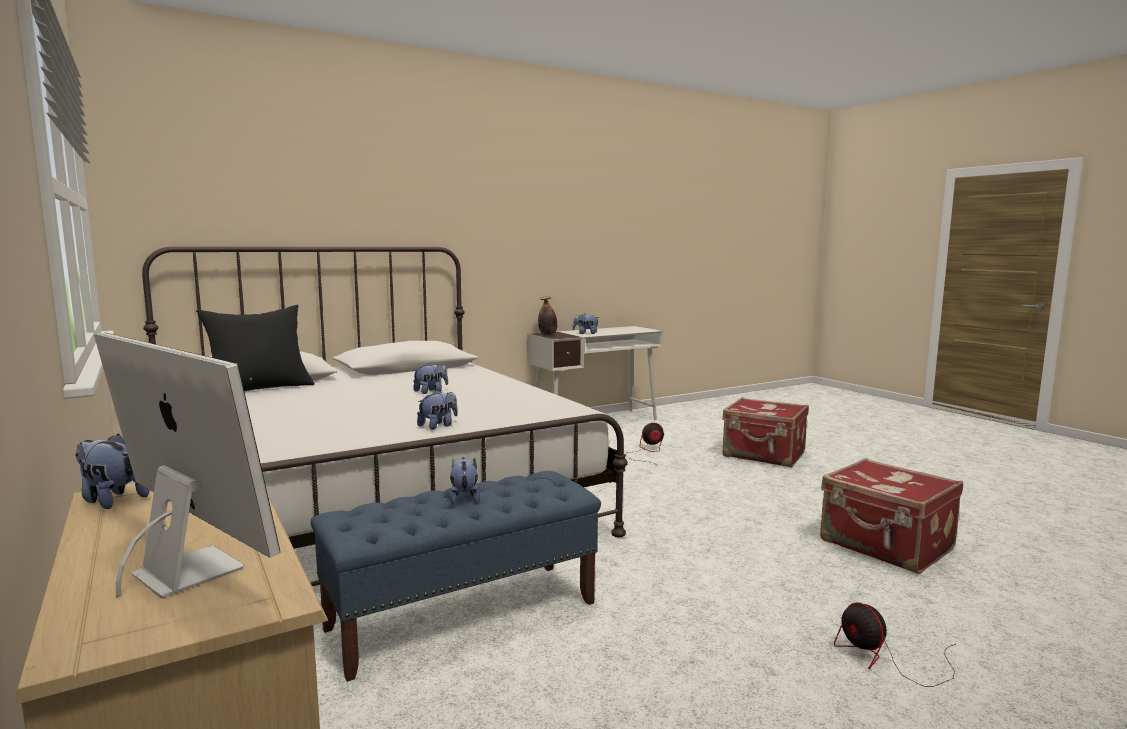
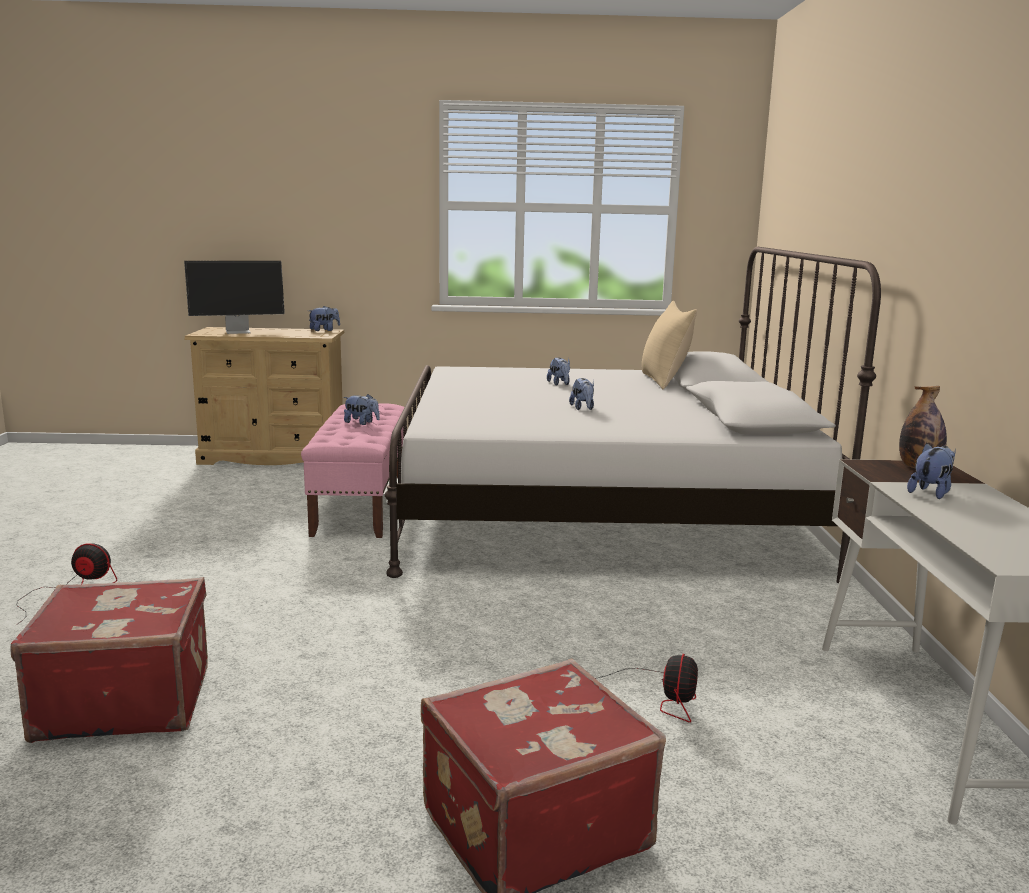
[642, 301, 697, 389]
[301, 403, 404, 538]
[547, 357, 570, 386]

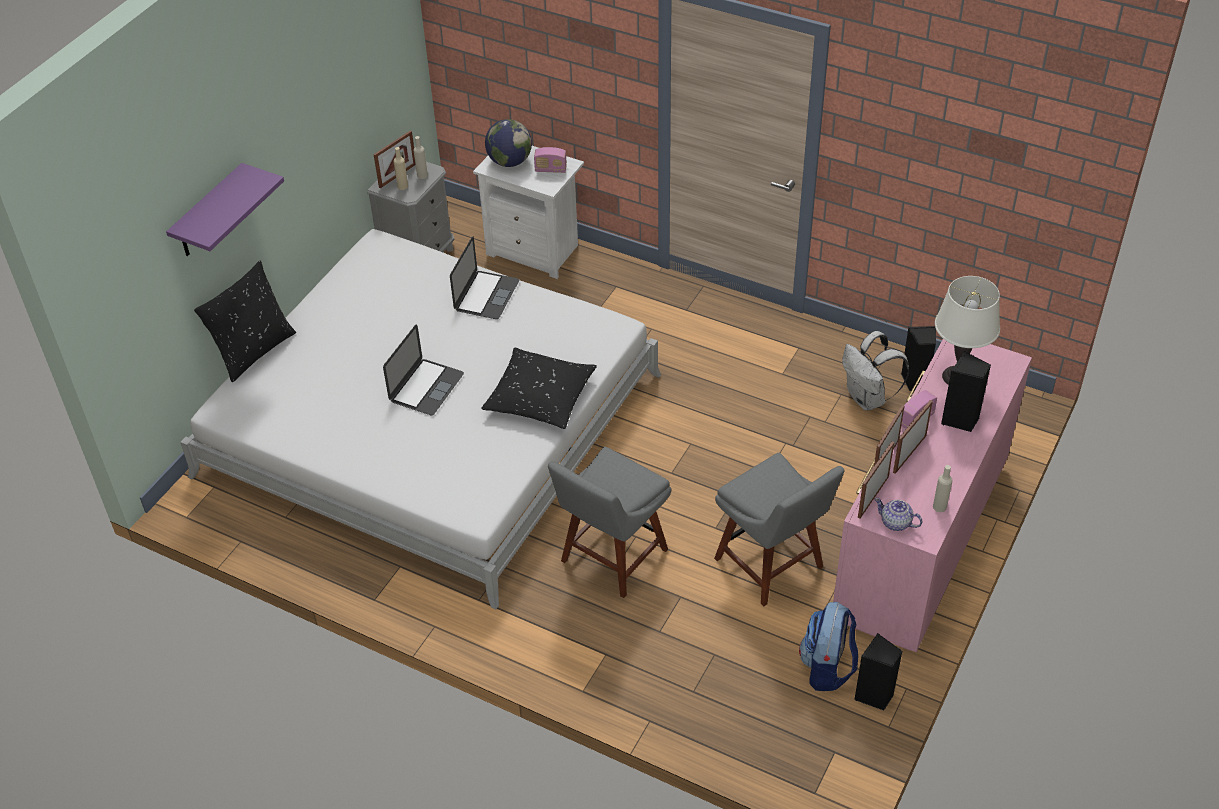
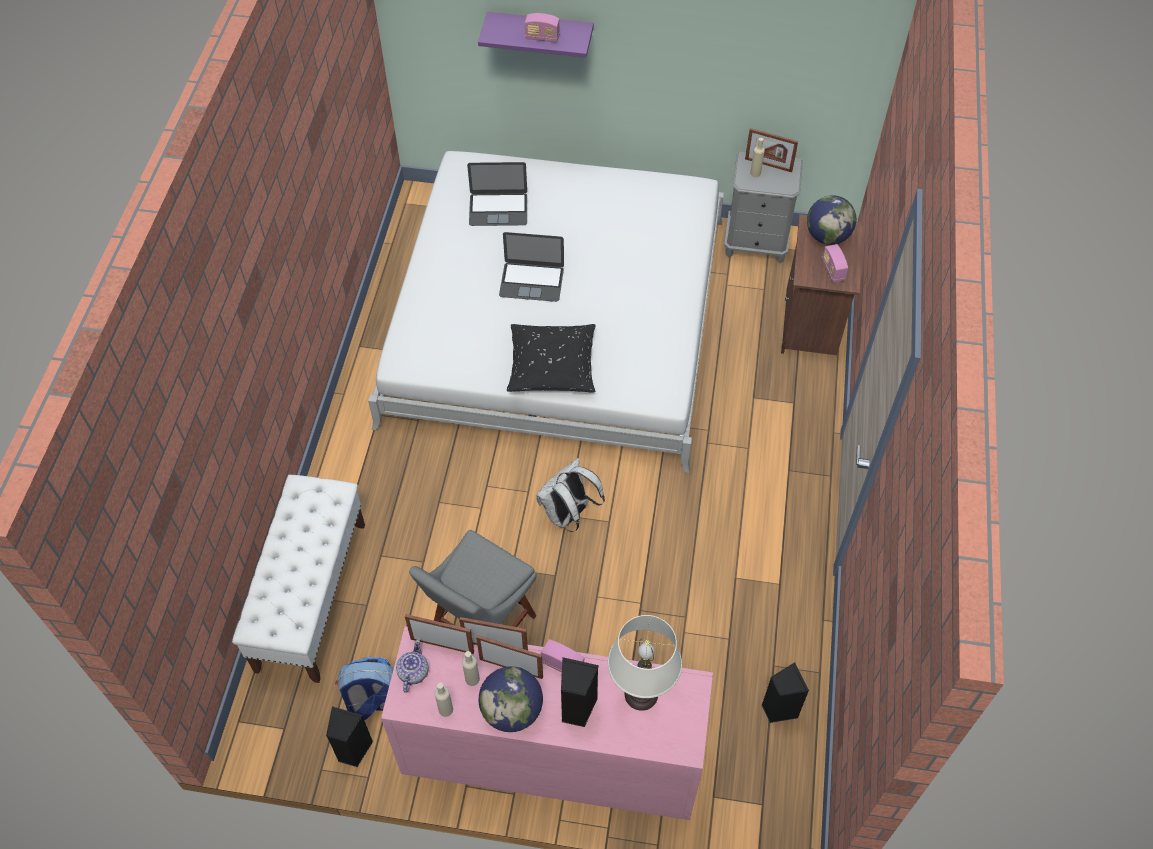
[194, 261, 296, 382] (first image)
[462, 651, 480, 686]
[467, 162, 527, 226]
[781, 214, 863, 355]
[548, 447, 671, 598] (first image)
[536, 458, 605, 532]
[232, 475, 365, 683]
[478, 666, 543, 732]
[525, 13, 560, 43]

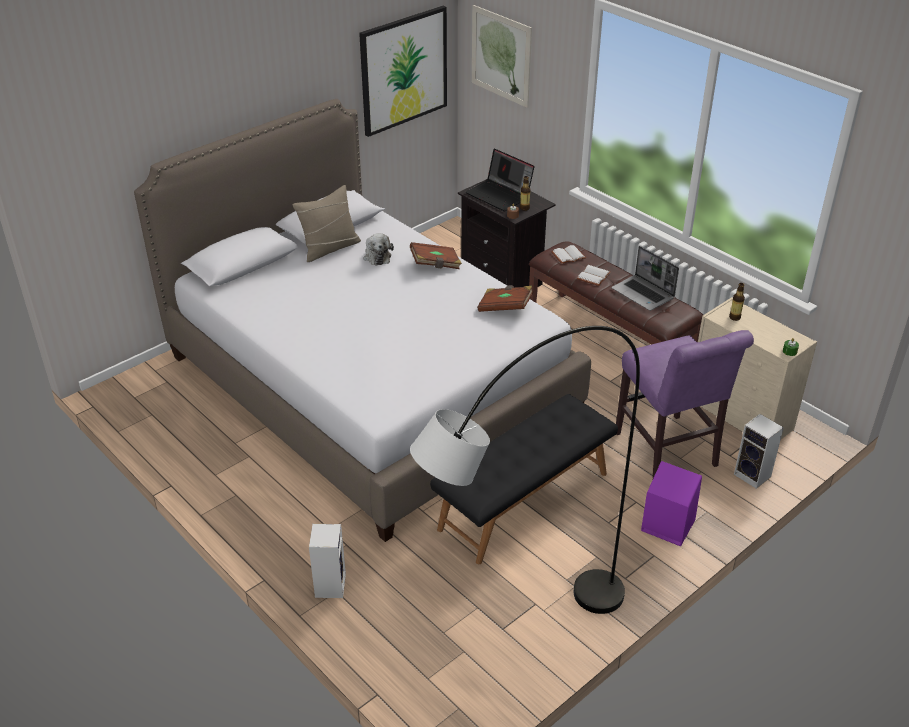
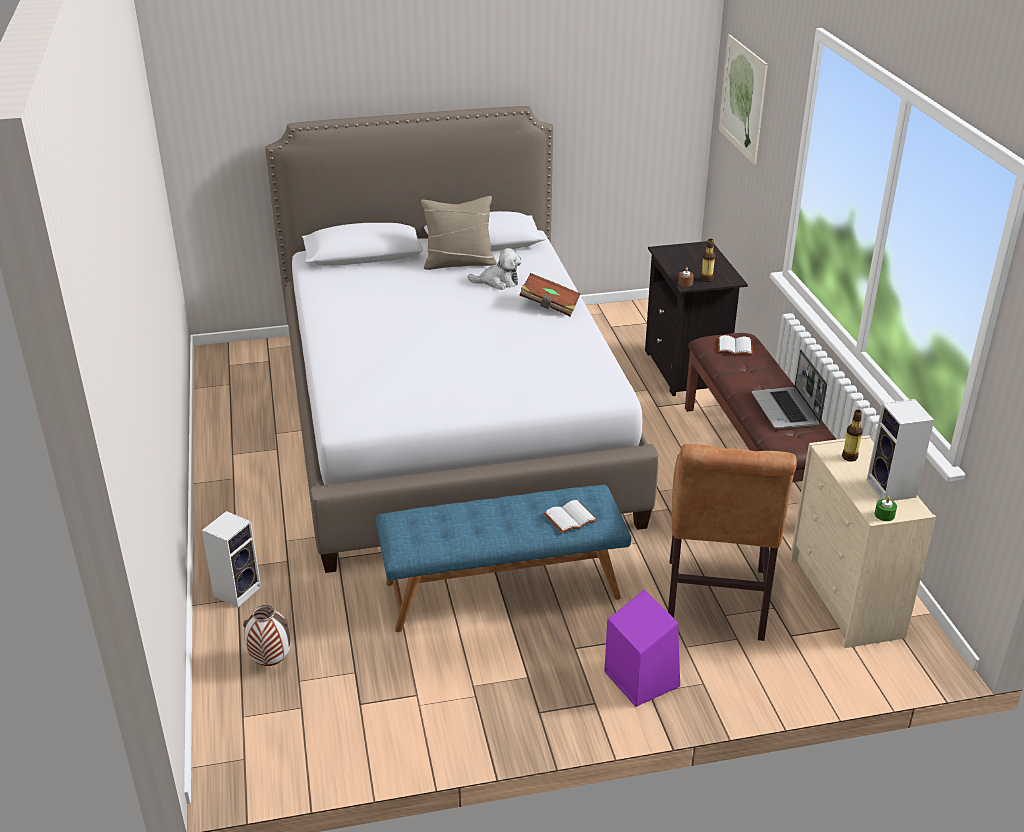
[359, 6, 447, 137] (first image)
[468, 248, 522, 290]
[410, 326, 640, 614] (first image)
[376, 485, 631, 632]
[466, 149, 535, 211] (first image)
[477, 285, 534, 312] (first image)
[543, 500, 598, 534]
[668, 444, 797, 641]
[867, 399, 934, 501]
[243, 605, 291, 666]

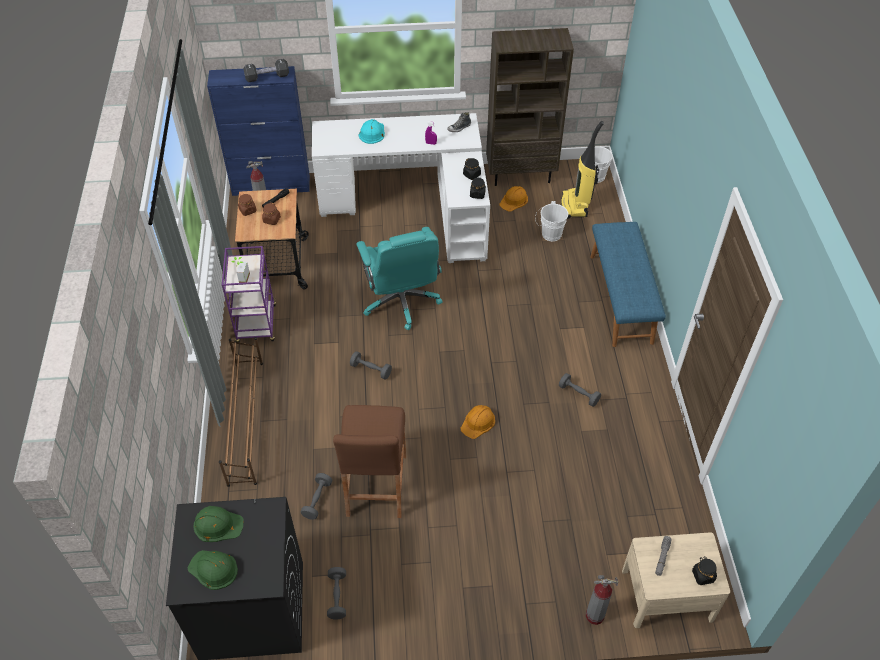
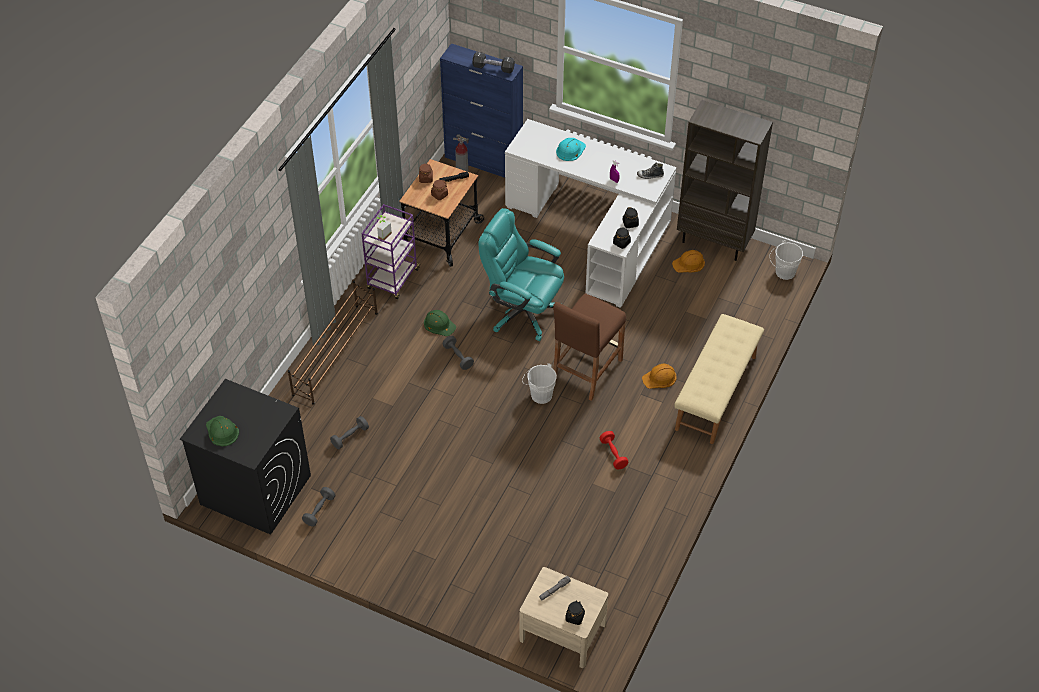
[424, 310, 456, 336]
[553, 294, 626, 401]
[478, 208, 564, 341]
[642, 364, 677, 389]
[522, 363, 557, 404]
[600, 431, 629, 469]
[561, 121, 604, 219] (first image)
[586, 575, 619, 625] (first image)
[674, 314, 764, 444]

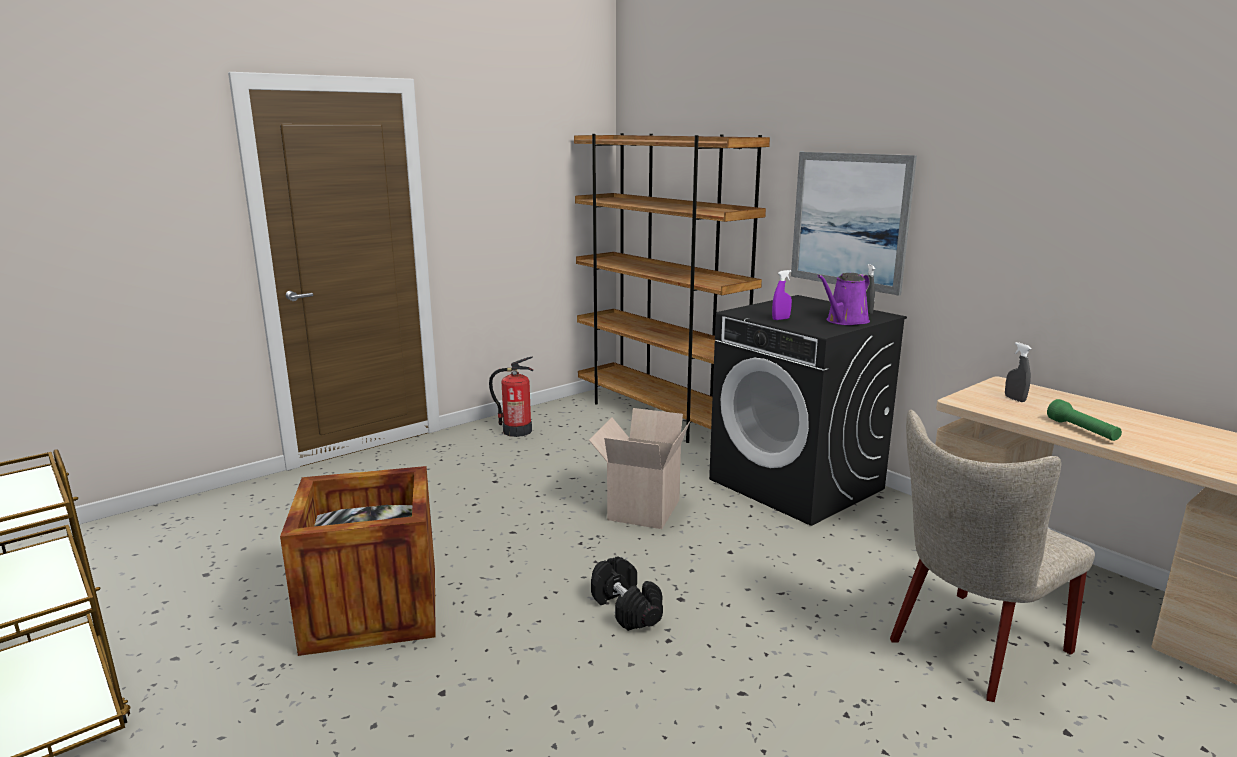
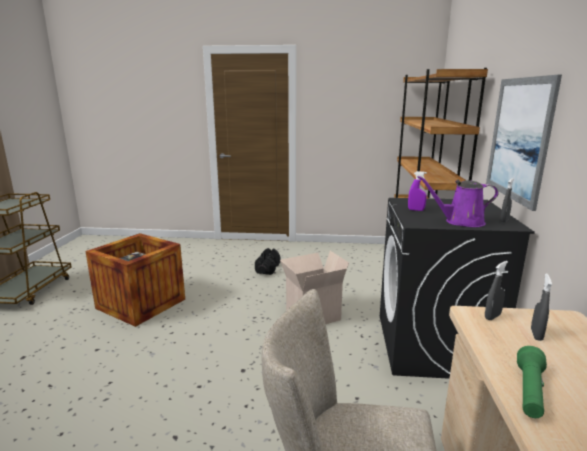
[489, 356, 533, 437] (first image)
[255, 248, 280, 275]
[485, 261, 508, 320]

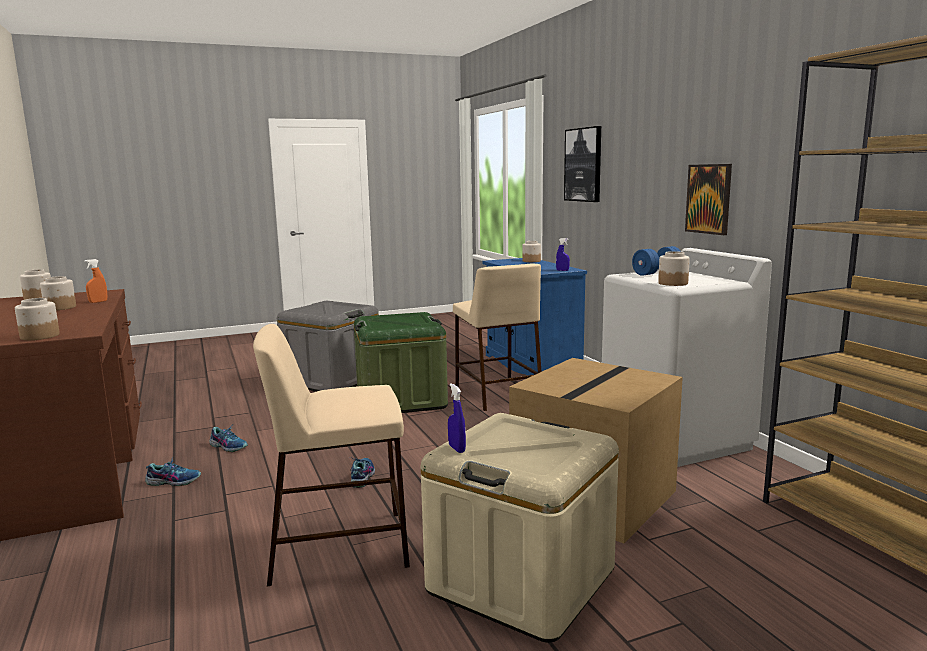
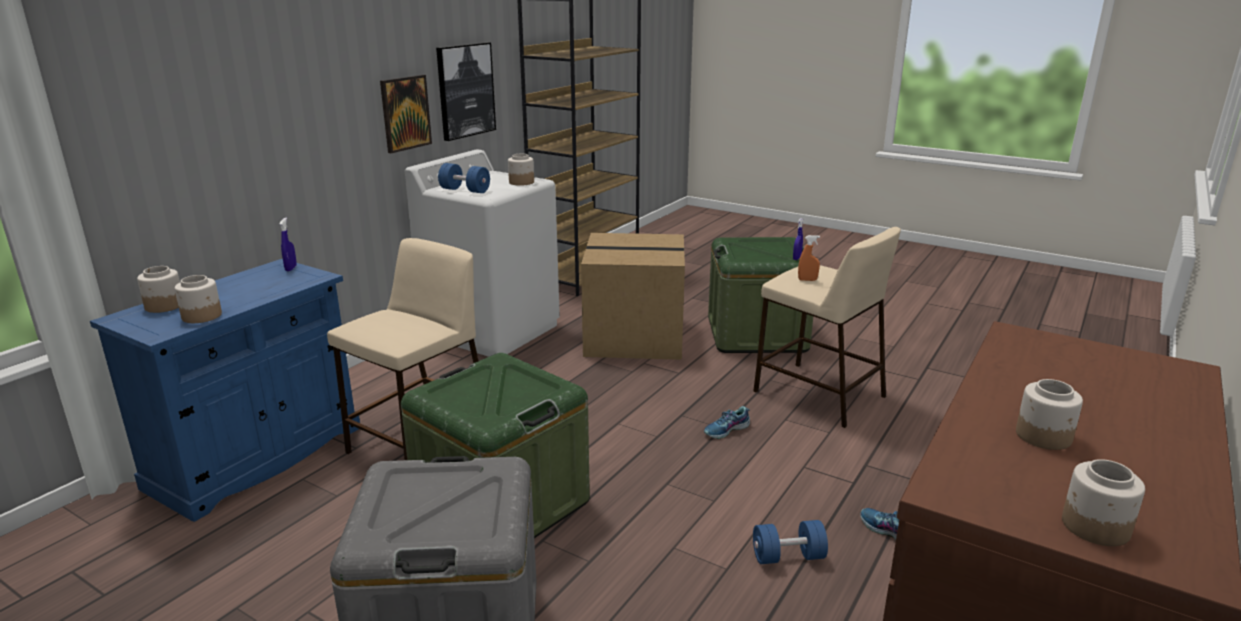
[175, 275, 222, 323]
[798, 235, 820, 281]
[753, 520, 828, 564]
[708, 237, 813, 353]
[436, 42, 496, 141]

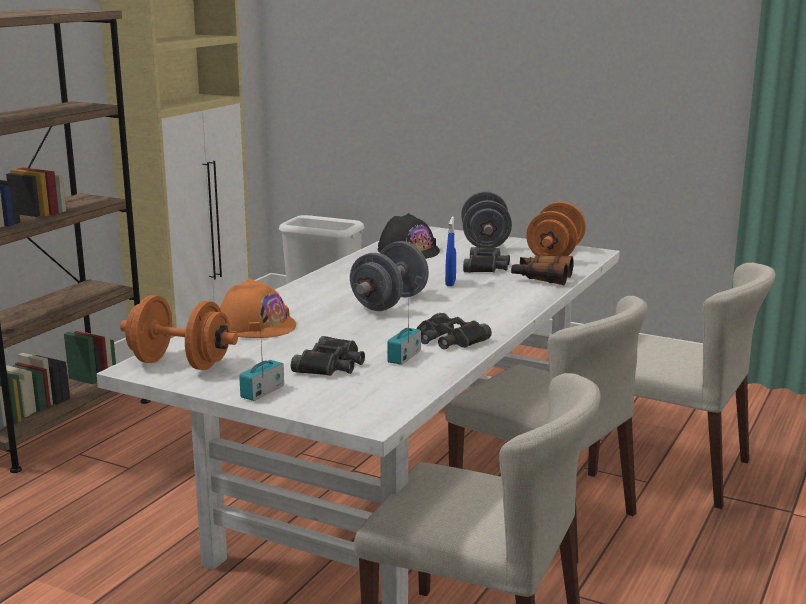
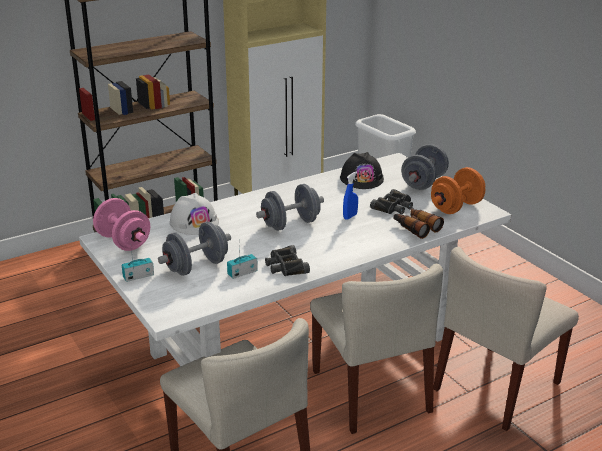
[93, 198, 150, 251]
[170, 193, 219, 235]
[158, 222, 231, 276]
[434, 247, 579, 431]

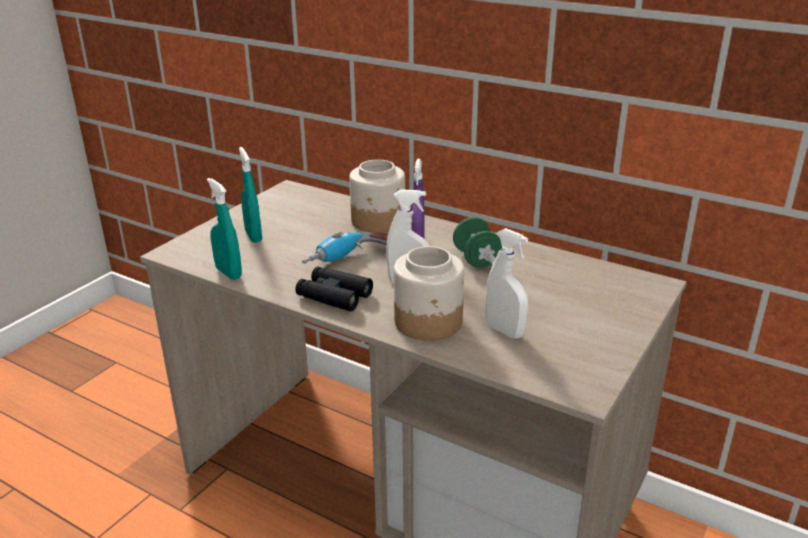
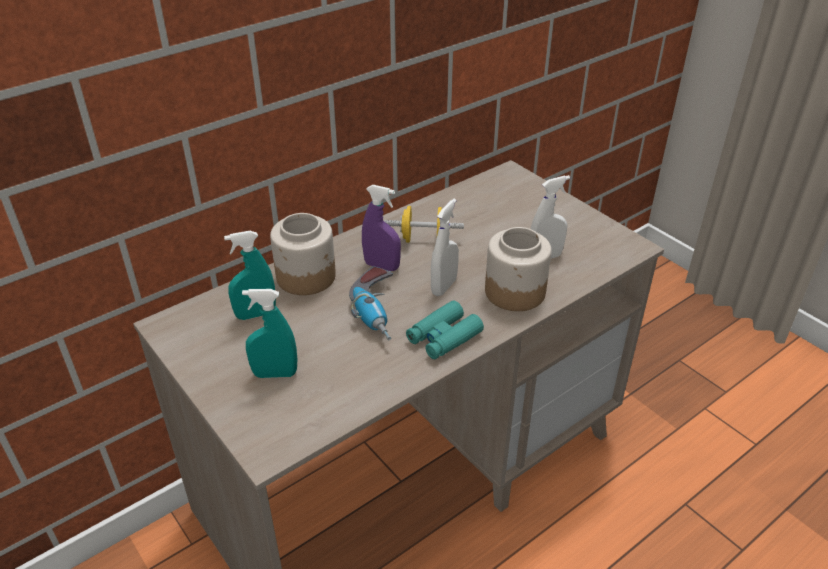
[224, 231, 276, 320]
[406, 300, 484, 359]
[384, 206, 464, 243]

